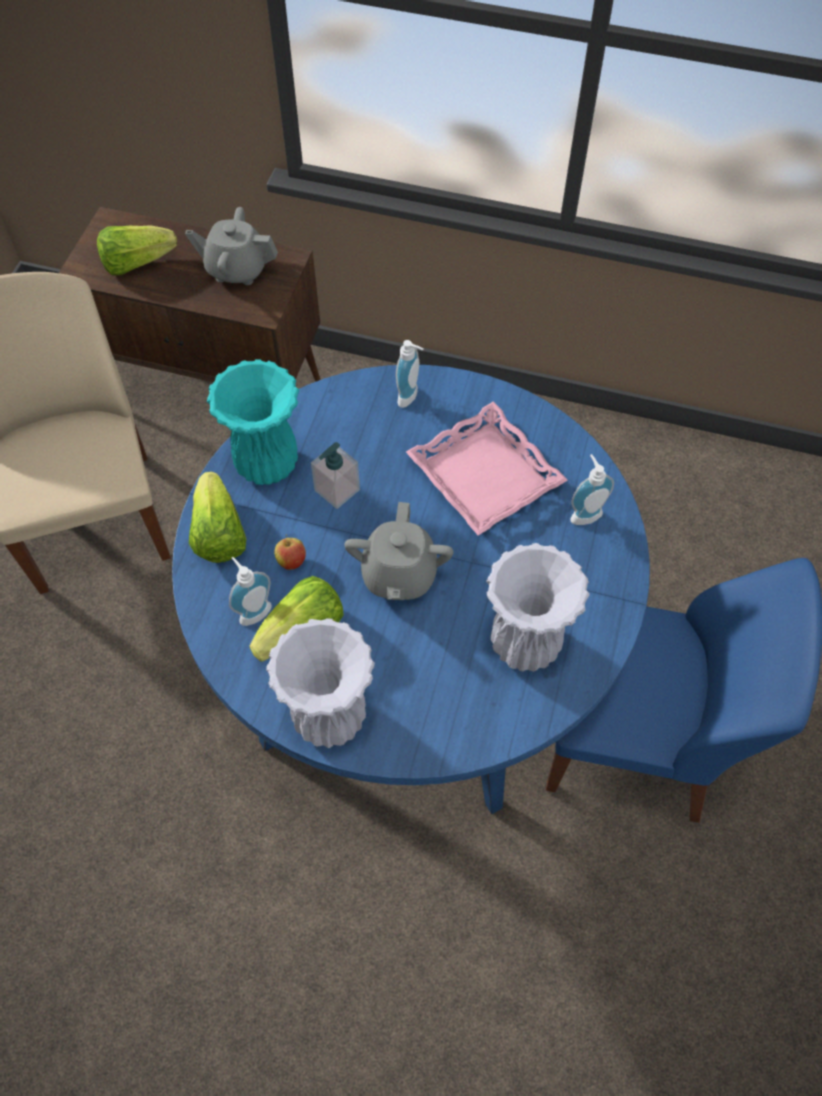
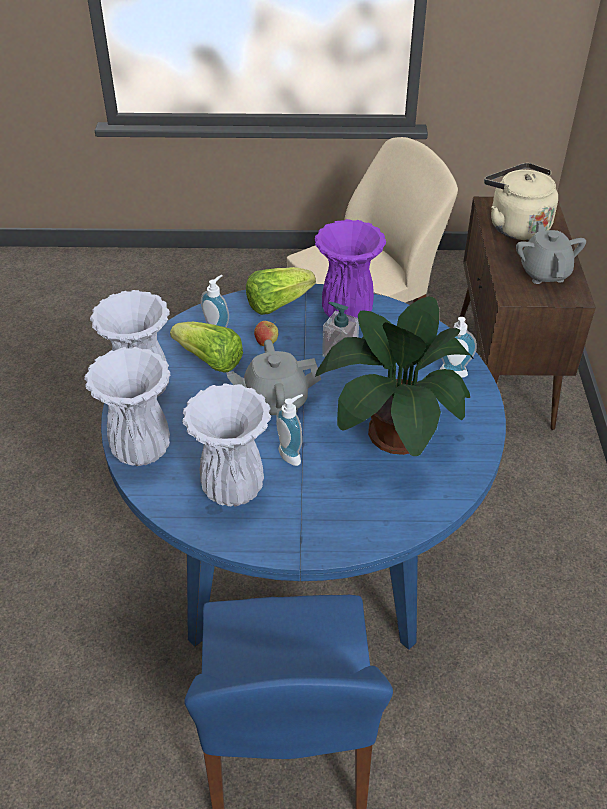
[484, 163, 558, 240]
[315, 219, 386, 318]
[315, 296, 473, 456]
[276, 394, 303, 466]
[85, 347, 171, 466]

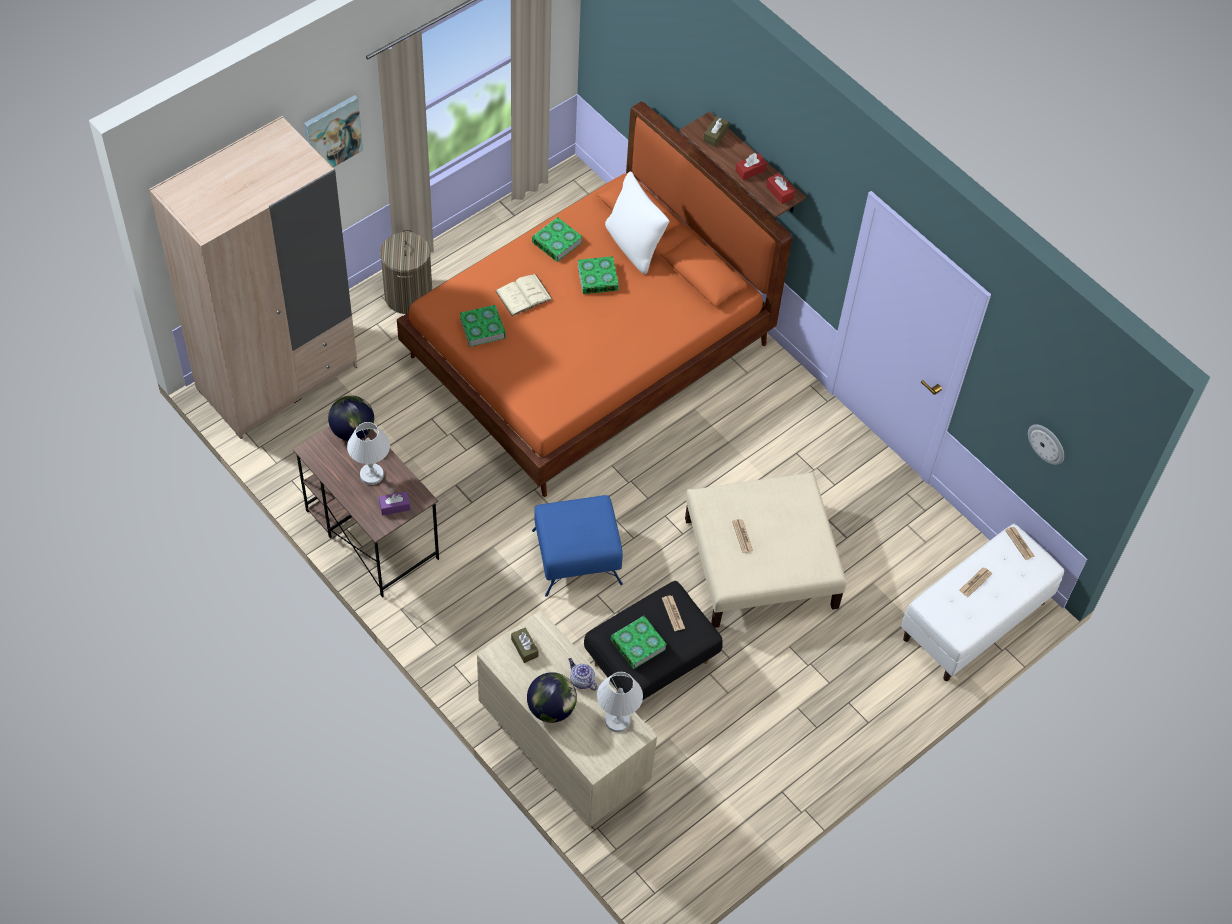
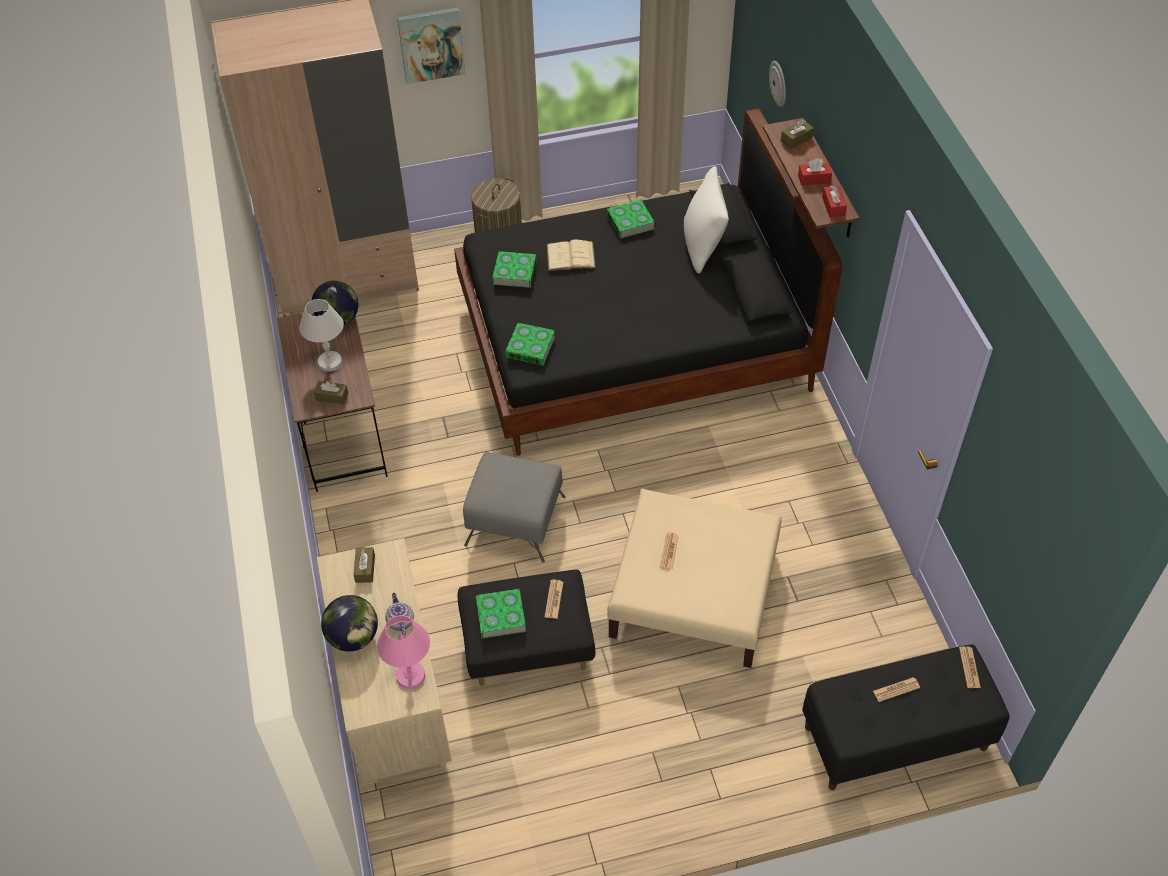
[314, 381, 348, 405]
[454, 109, 842, 456]
[463, 452, 566, 562]
[505, 323, 555, 366]
[377, 615, 430, 689]
[802, 644, 1010, 790]
[769, 61, 786, 107]

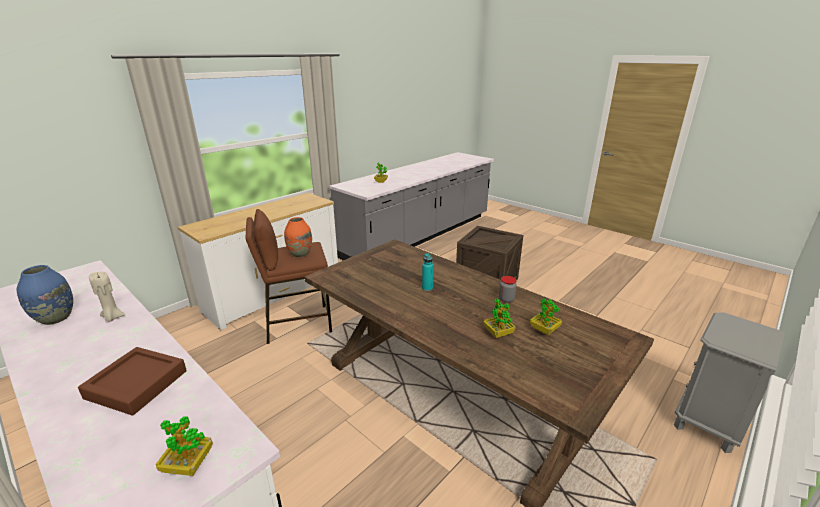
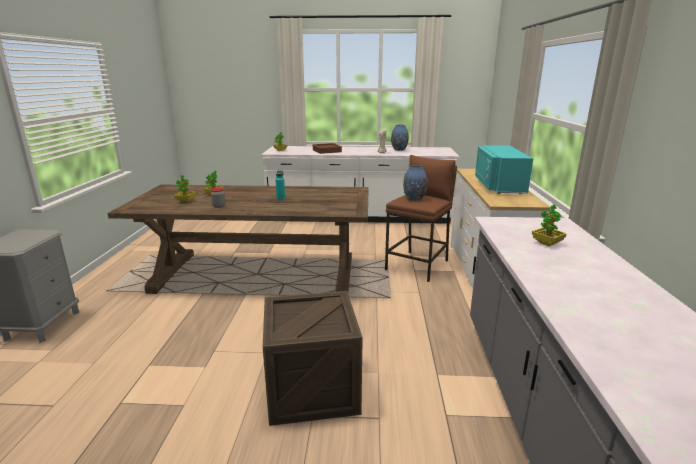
[403, 165, 428, 201]
[475, 145, 533, 194]

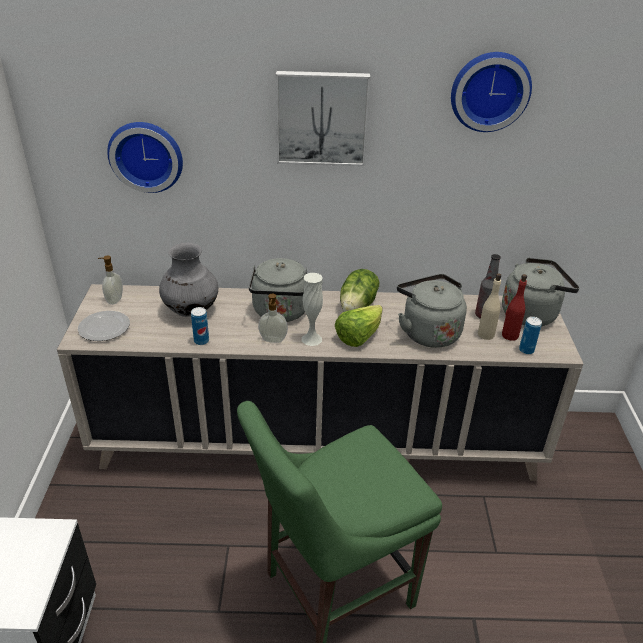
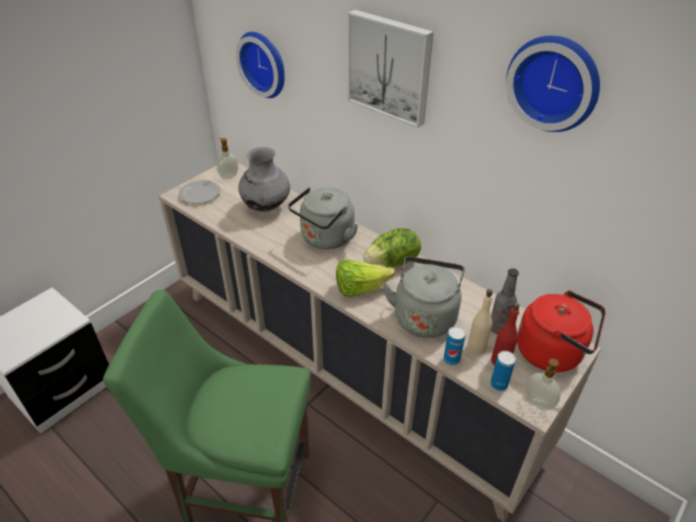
[444, 326, 466, 366]
[526, 358, 561, 410]
[302, 273, 323, 346] (first image)
[517, 291, 606, 372]

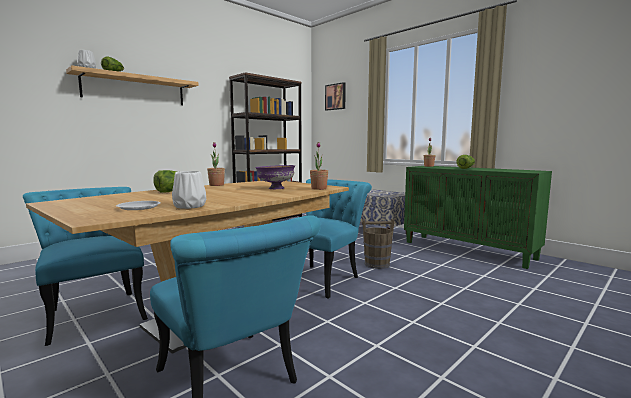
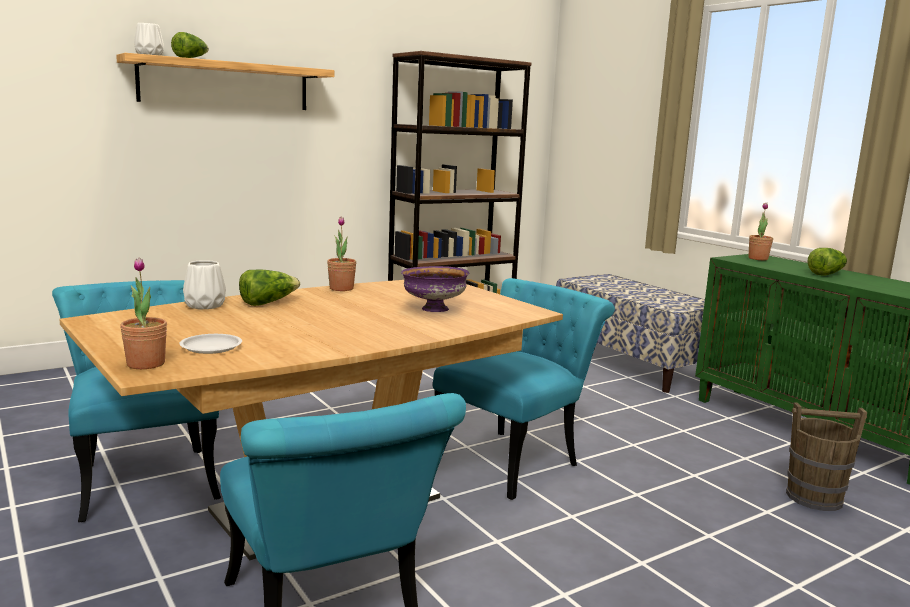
[183, 260, 226, 309]
[120, 257, 167, 369]
[325, 82, 346, 110] (first image)
[786, 402, 867, 511]

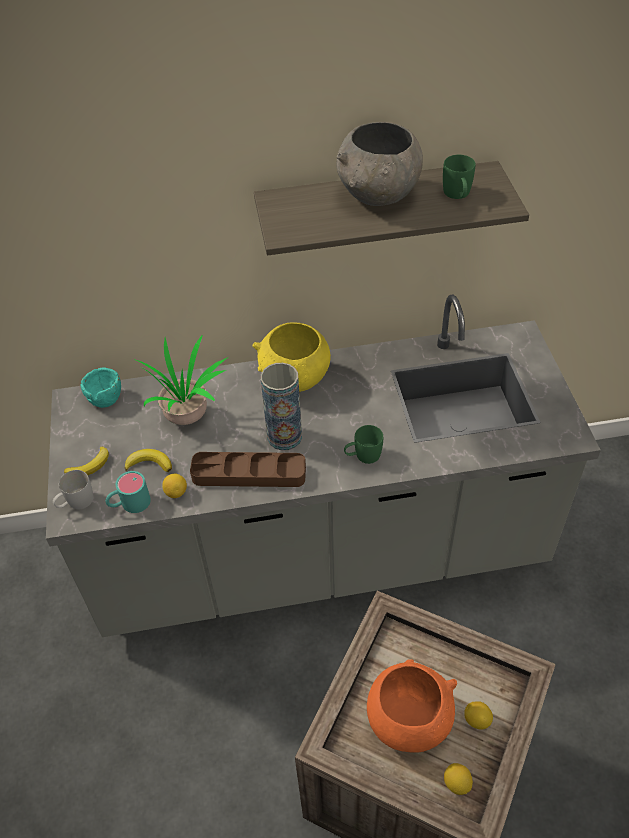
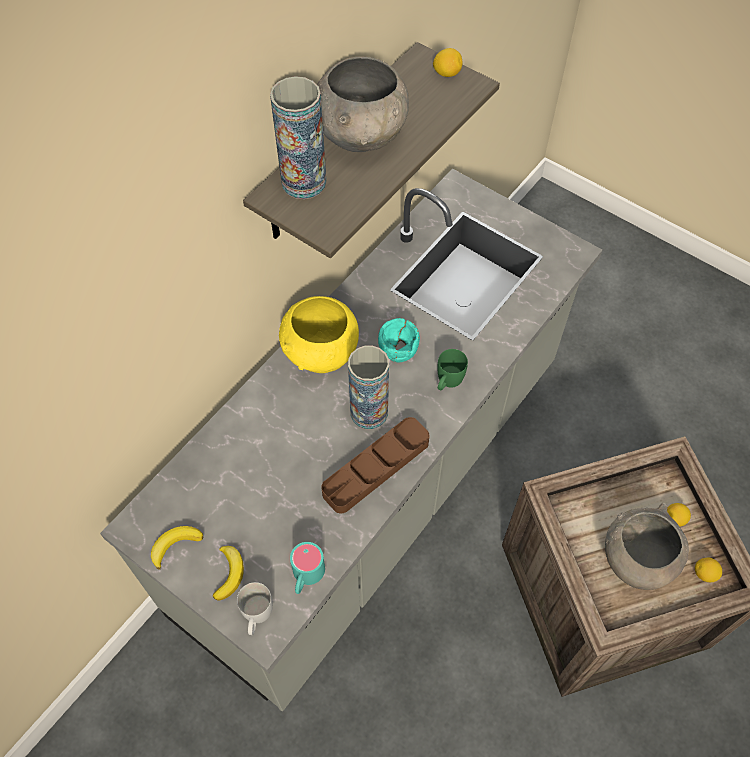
[378, 318, 420, 362]
[151, 526, 203, 570]
[133, 335, 227, 425] (first image)
[433, 48, 463, 77]
[605, 502, 689, 590]
[443, 155, 476, 199] (first image)
[270, 76, 326, 199]

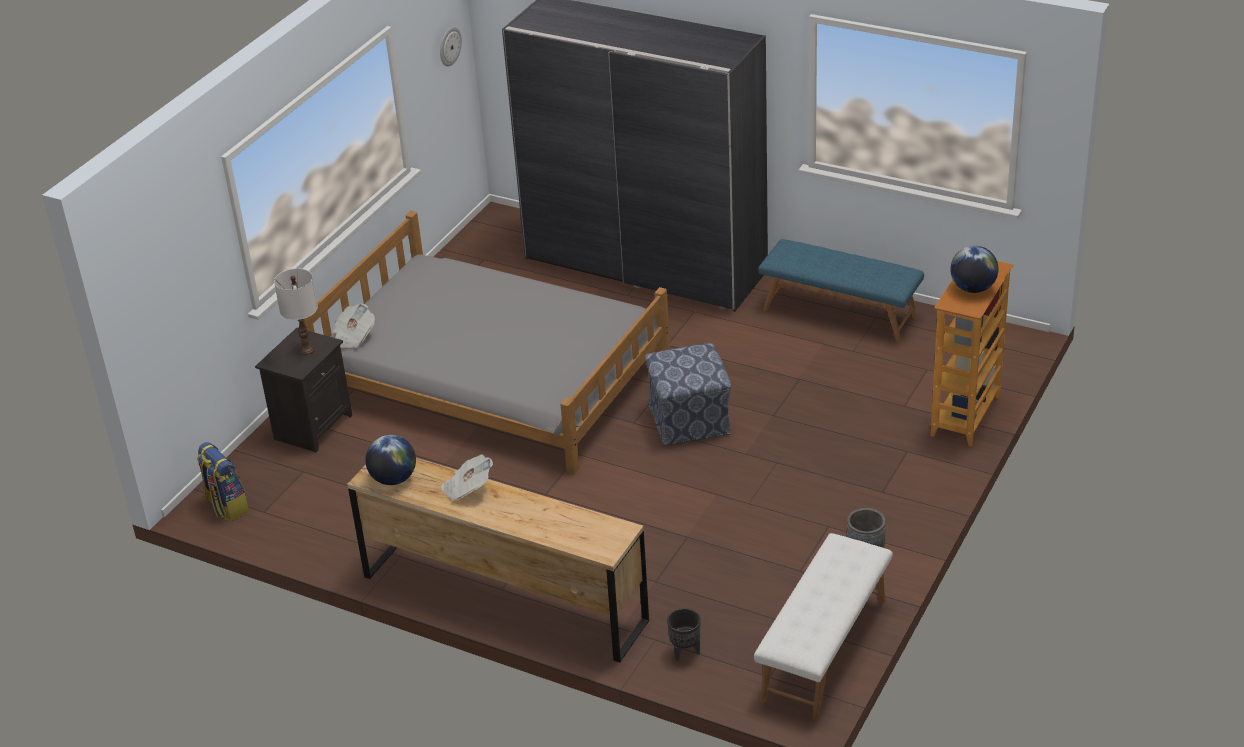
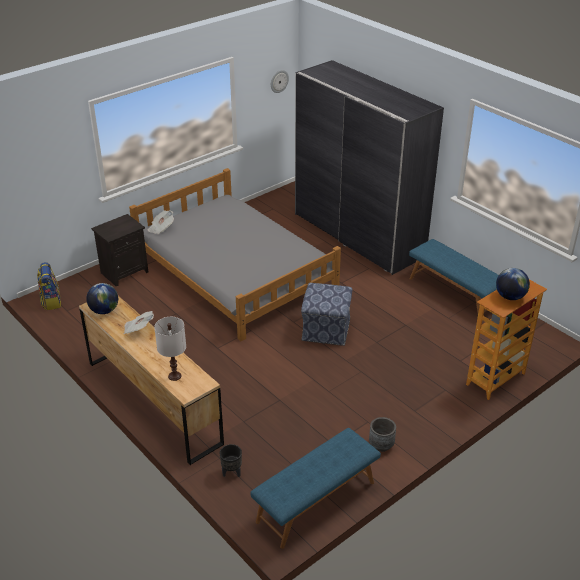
[154, 317, 186, 381]
[250, 428, 381, 549]

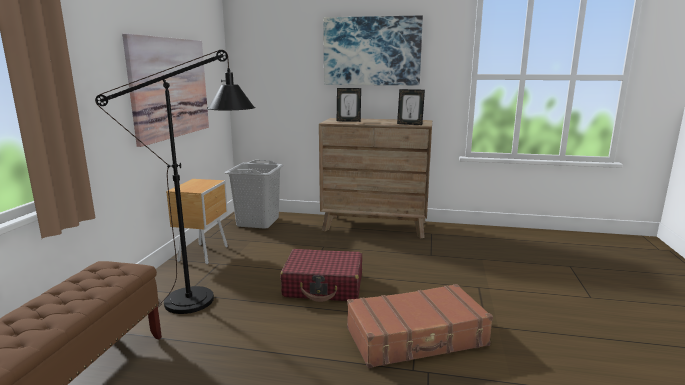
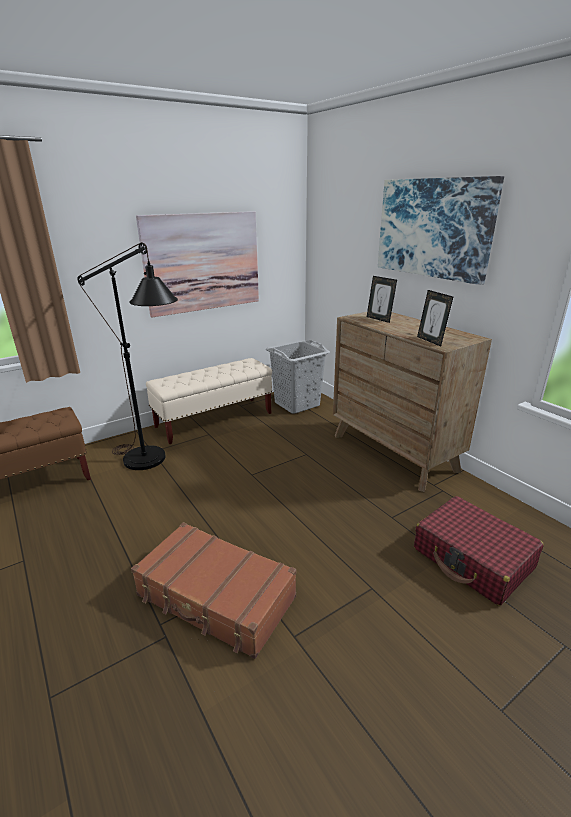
[146, 358, 272, 444]
[414, 496, 544, 606]

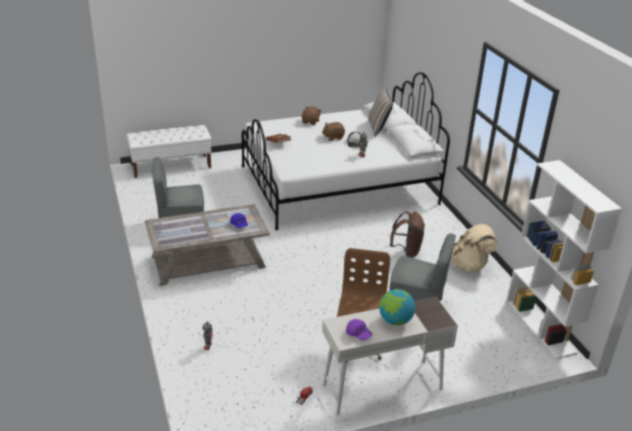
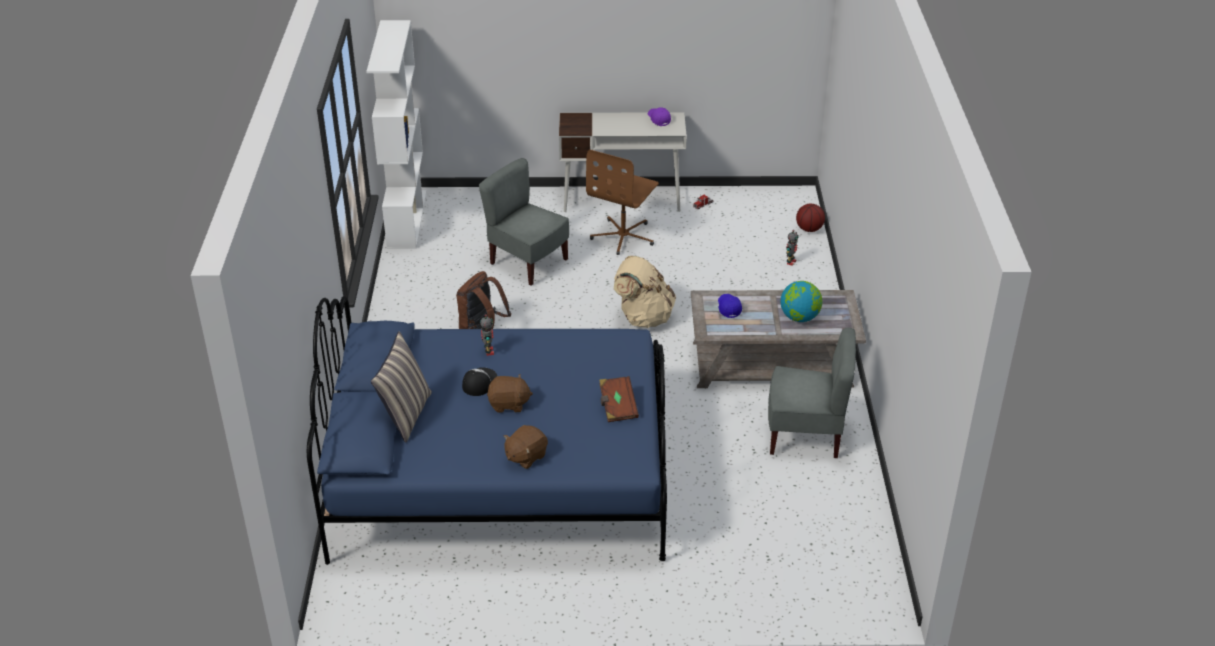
[126, 125, 211, 178] (first image)
[307, 296, 667, 565]
[780, 281, 822, 322]
[614, 256, 676, 328]
[796, 204, 825, 232]

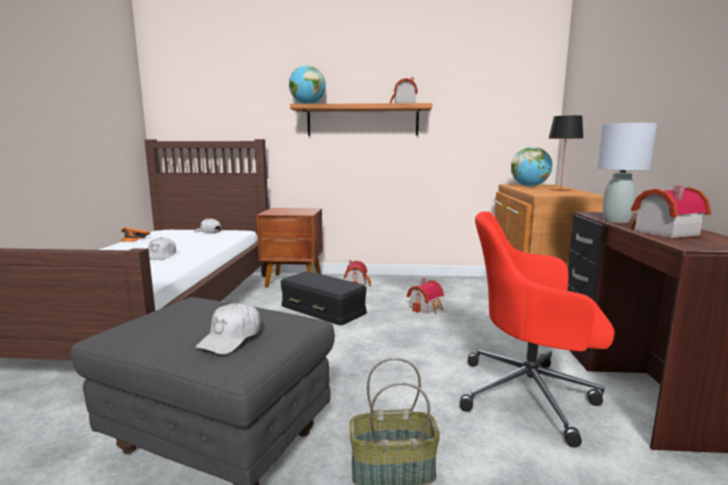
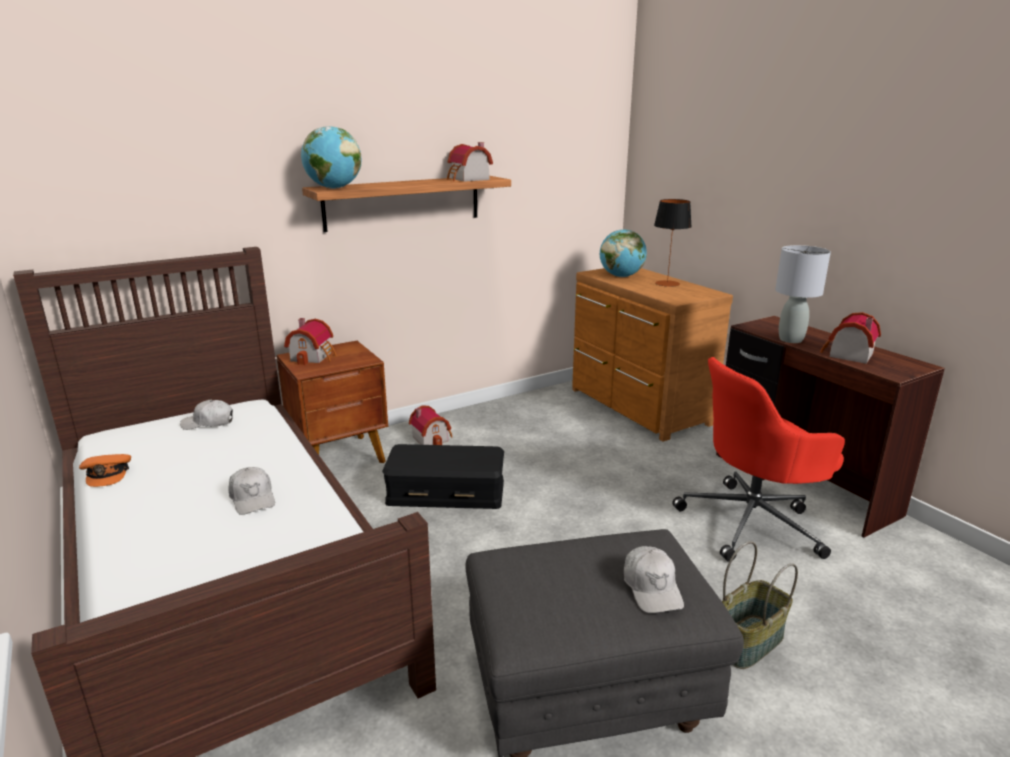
[284, 318, 337, 365]

